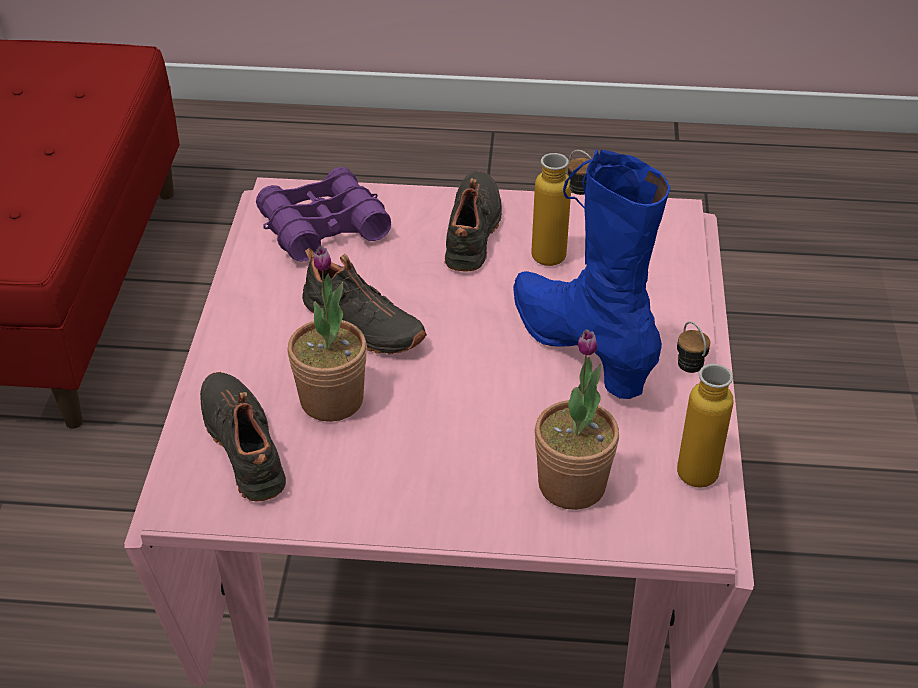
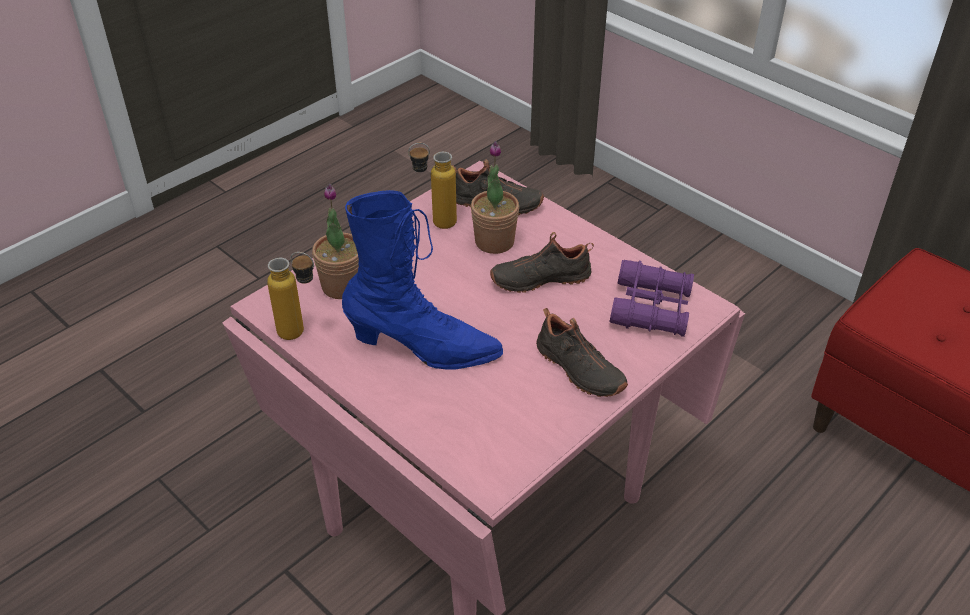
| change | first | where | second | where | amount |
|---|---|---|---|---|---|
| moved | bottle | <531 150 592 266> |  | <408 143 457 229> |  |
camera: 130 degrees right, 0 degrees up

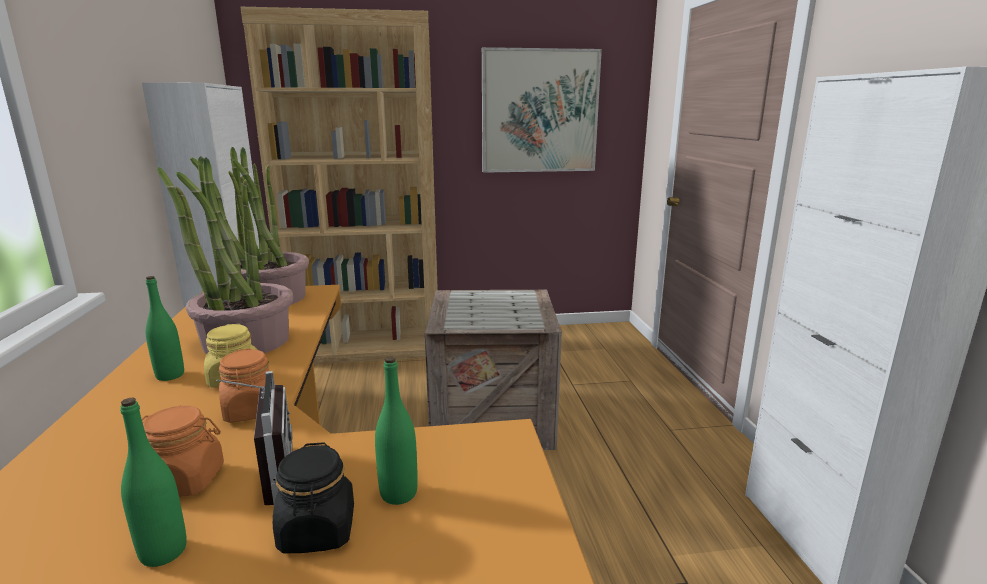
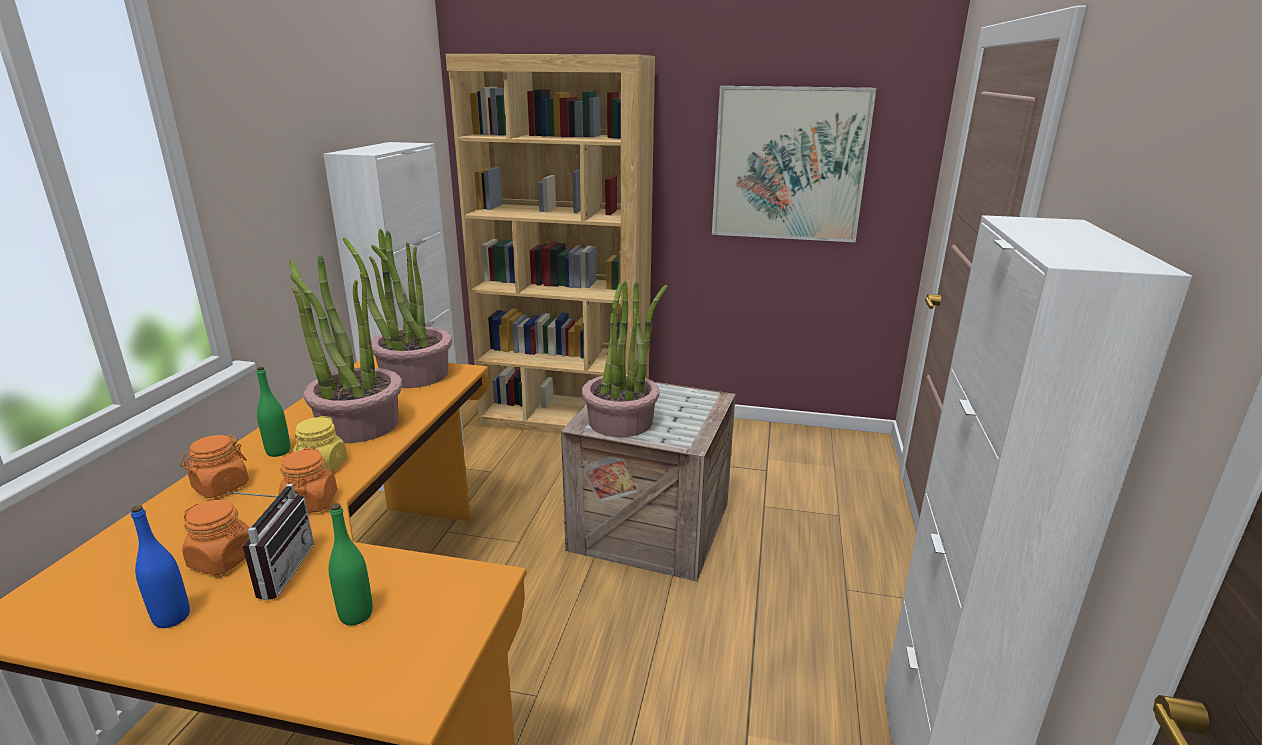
| change | first | where | second | where | amount |
|---|---|---|---|---|---|
| recoloured | green_bottle | <120 398 187 567> | blue_bottle | <131 505 190 628> |  |
| removed | black_jar | <273 442 354 554> |  |  |  |
| added |  |  | potted_plant | <582 282 667 437> |  |
| added |  |  | orange_jar | <180 435 249 498> |  |
camera: 20 degrees right, 5 degrees up

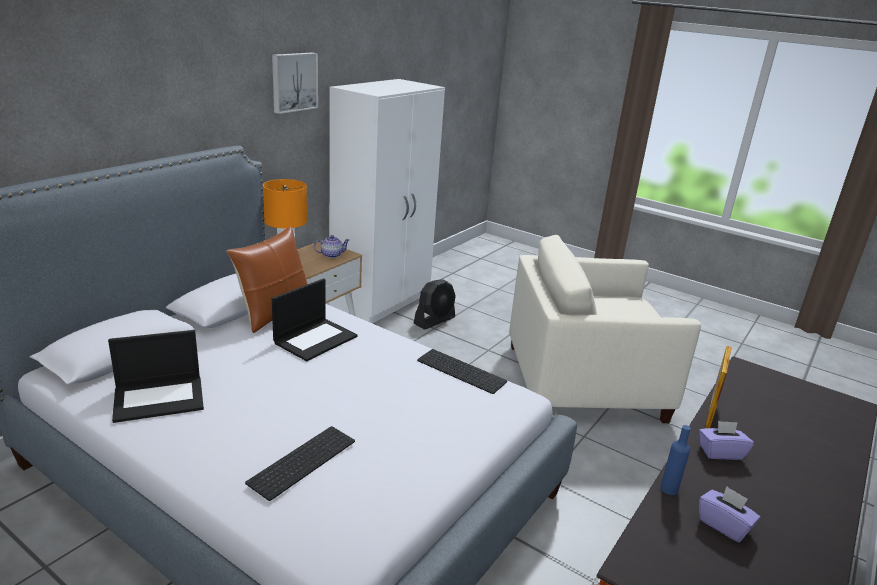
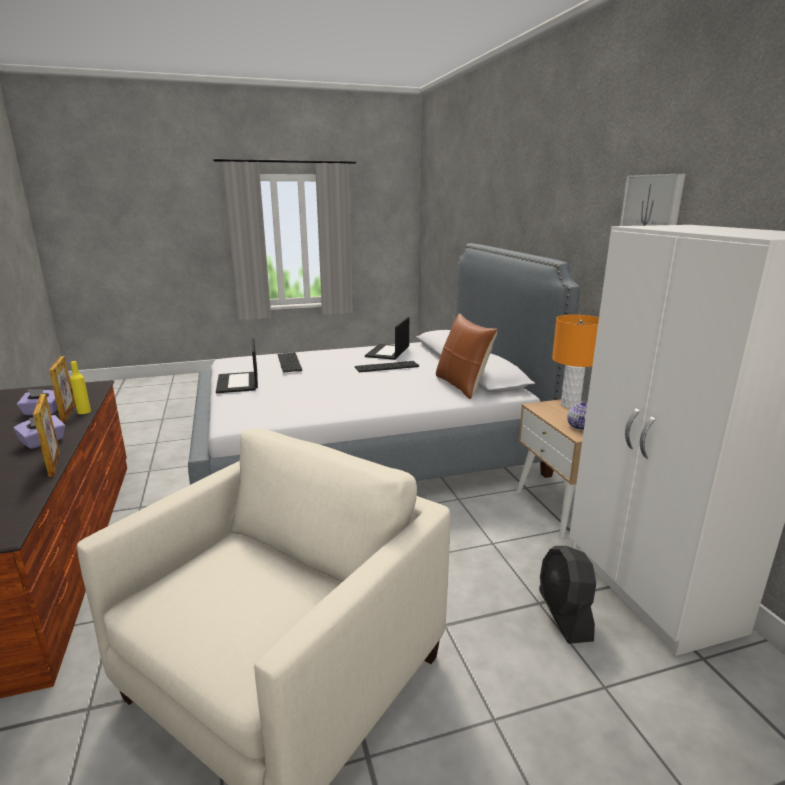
| change | first | where | second | where | amount |
|---|---|---|---|---|---|
| moved | laptop | <272 278 357 361> |  | <216 338 258 393> |  |
| moved | keyboard | <417 349 507 394> |  | <355 361 419 372> |  |
| recoloured | blue_bottle | <660 425 691 495> | yellow_bottle | <70 361 91 414> |  |
| added |  |  | picture_frame | <49 356 75 422> |  |
camera: 130 degrees right, 5 degrees down

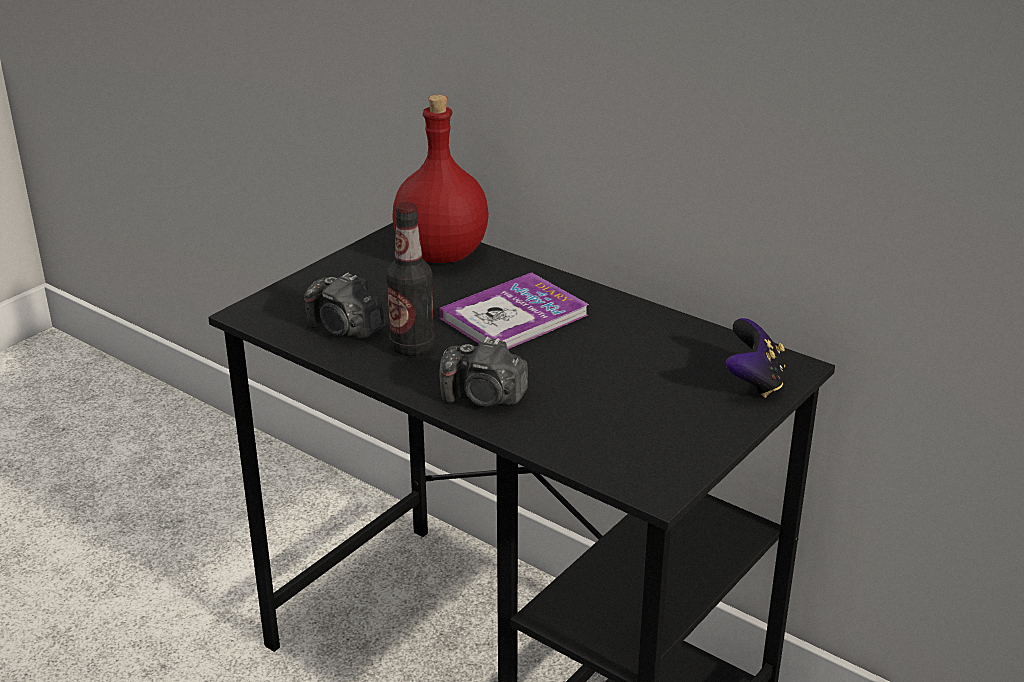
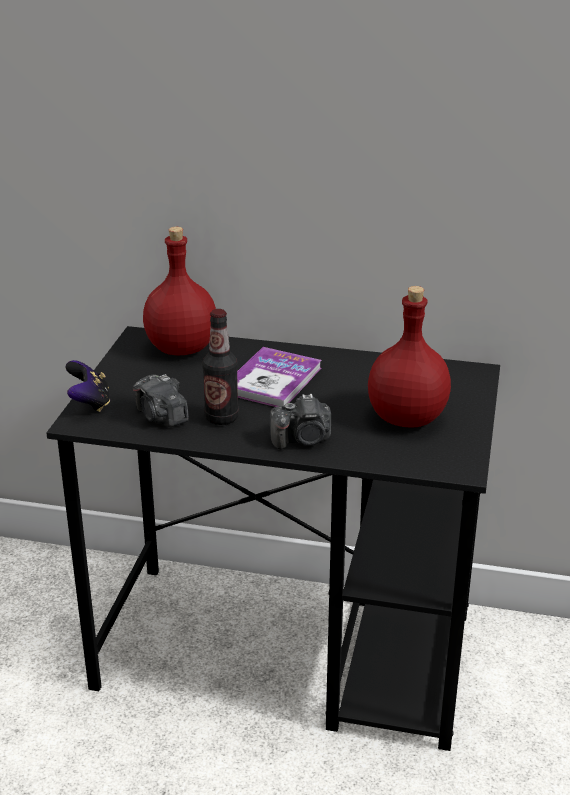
| change | first | where | second | where | amount |
|---|---|---|---|---|---|
| turned | photo_camera | <304 272 385 339> |  | <133 374 189 427> | 45 degrees clockwise |
| moved | game_controller | <726 318 785 398> |  | <66 360 110 412> |  |
| added |  |  | red_bottle | <368 286 451 428> |  |
camera: 25 degrees left, 0 degrees up

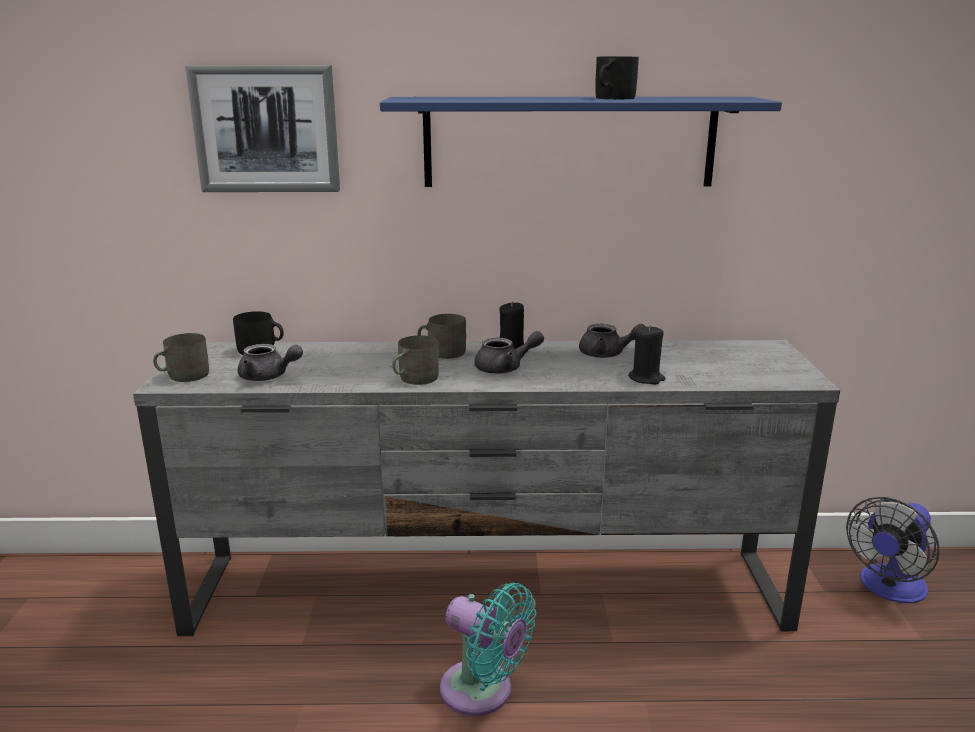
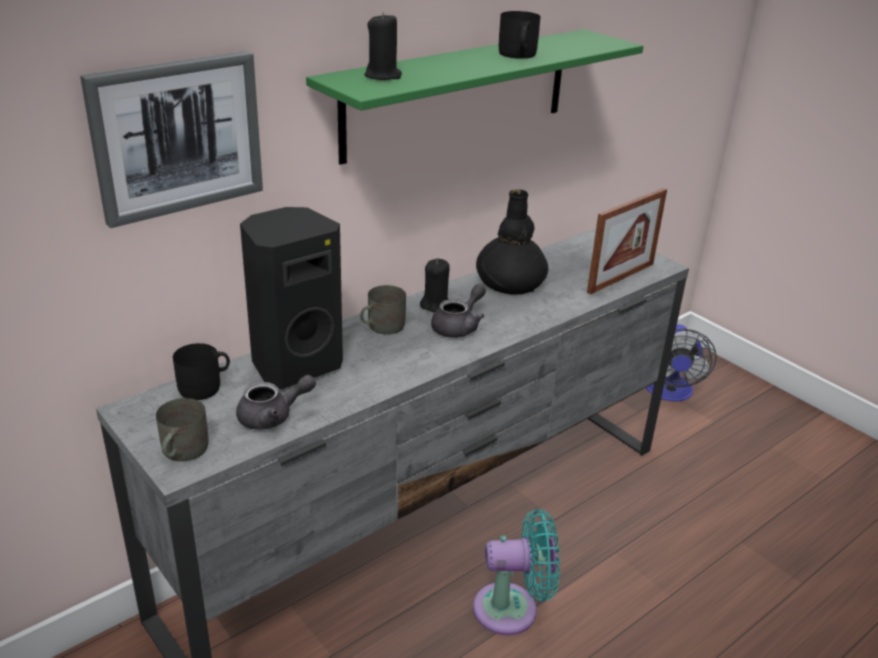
| change | first | where | second | where | amount |
|---|---|---|---|---|---|
| recoloured | blue_shelf | <380 97 782 187> | green_shelf | <306 29 644 165> |  |
| replaced | grey_teapot | <579 324 646 358> | black_vase | <476 190 548 295> |  |
| moved | black_candle | <628 325 665 384> |  | <364 12 402 80> |  |
| removed | grey_mug | <392 335 439 385> |  |  |  |
| added |  |  | picture_frame | <587 188 667 294> |  |
| added |  |  | black_speaker | <240 207 343 389> |  |
camera: 40 degrees left, 10 degrees up

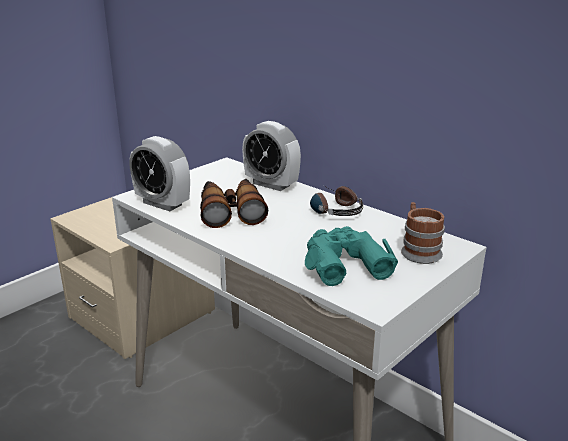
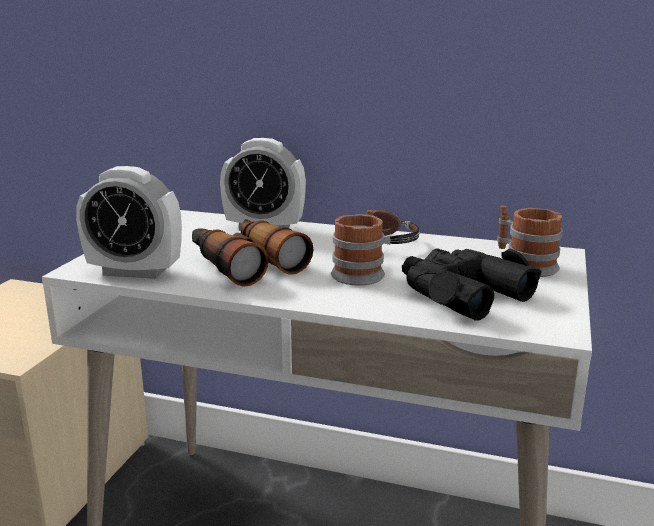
| change | first | where | second | where | amount |
|---|---|---|---|---|---|
| recoloured | turquoise_binoculars | <305 226 398 286> | black_binoculars | <402 249 542 321> |  |
| added |  |  | mug | <331 210 385 285> |  |
camera: 25 degrees left, 5 degrees down

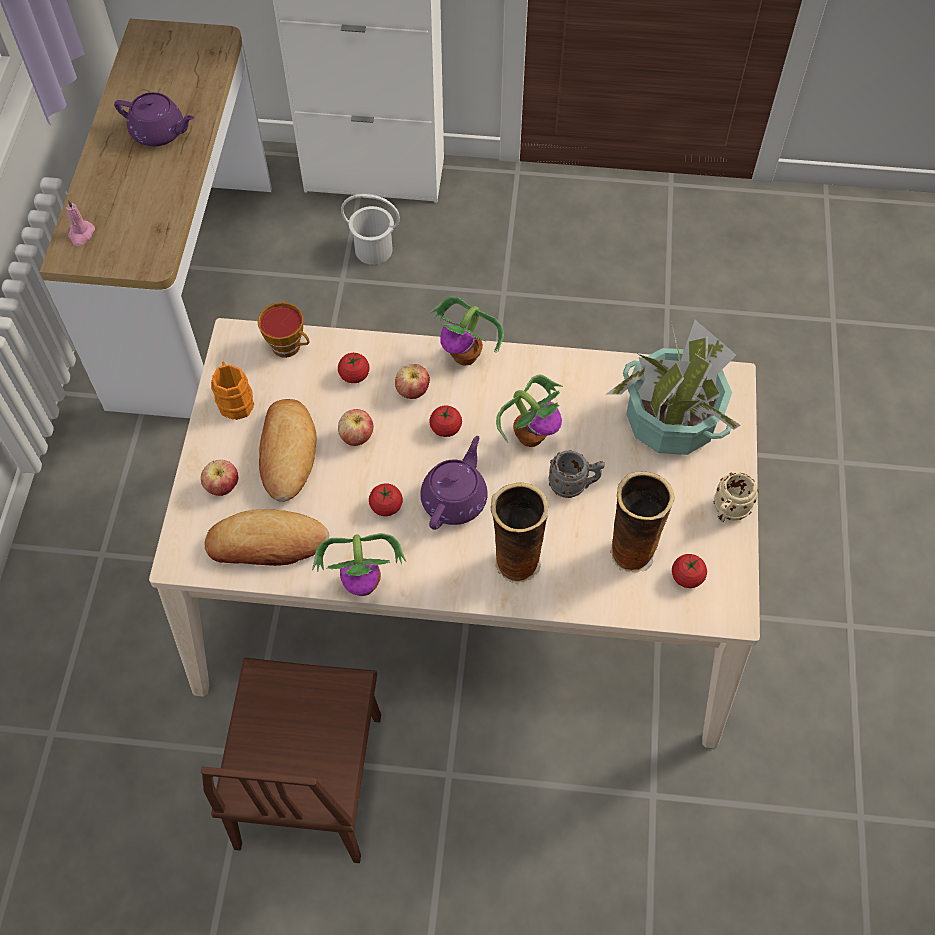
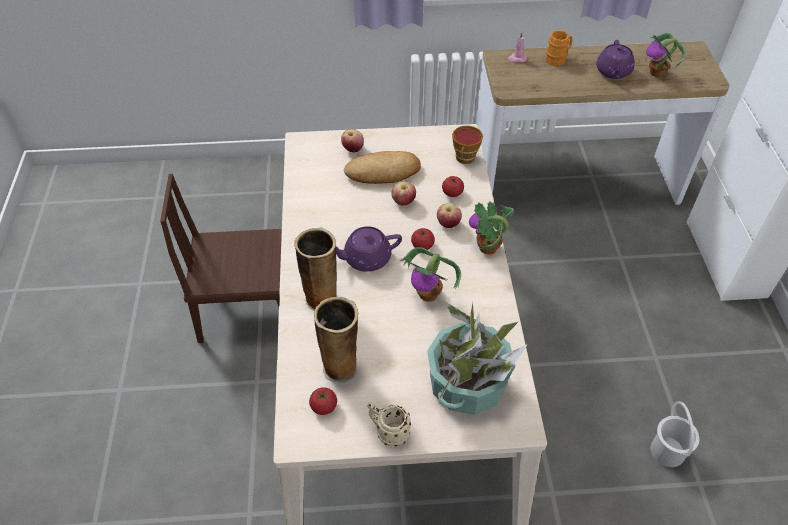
| change | first | where | second | where | amount |
|---|---|---|---|---|---|
| moved | white_bucket | <341 194 400 265> |  | <651 401 699 467> |  |
| moved | orange_mug | <211 362 254 420> |  | <546 30 572 66> |  |
| turned | purple_teapot | <420 436 488 530> |  | <336 226 402 272> | 150 degrees clockwise |
| removed | grey_mug | <549 450 605 498> |  |  |  |
| removed | tomato | <369 483 403 516> |  |  |  |
| removed | bread | <205 509 330 566> |  |  |  |
| moved | potted_plant | <312 533 406 596> |  | <646 33 686 77> |  |
camera: 80 degrees right, 10 degrees down

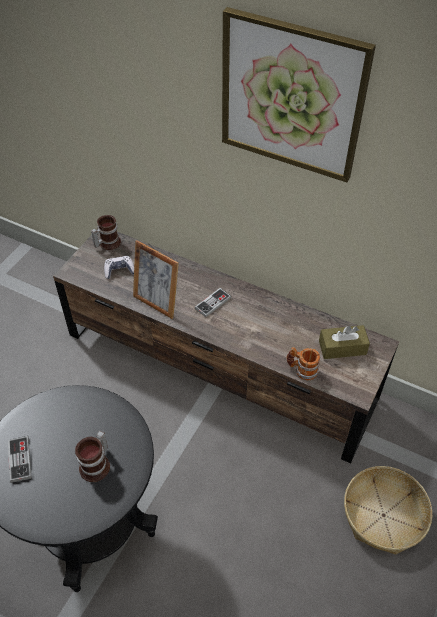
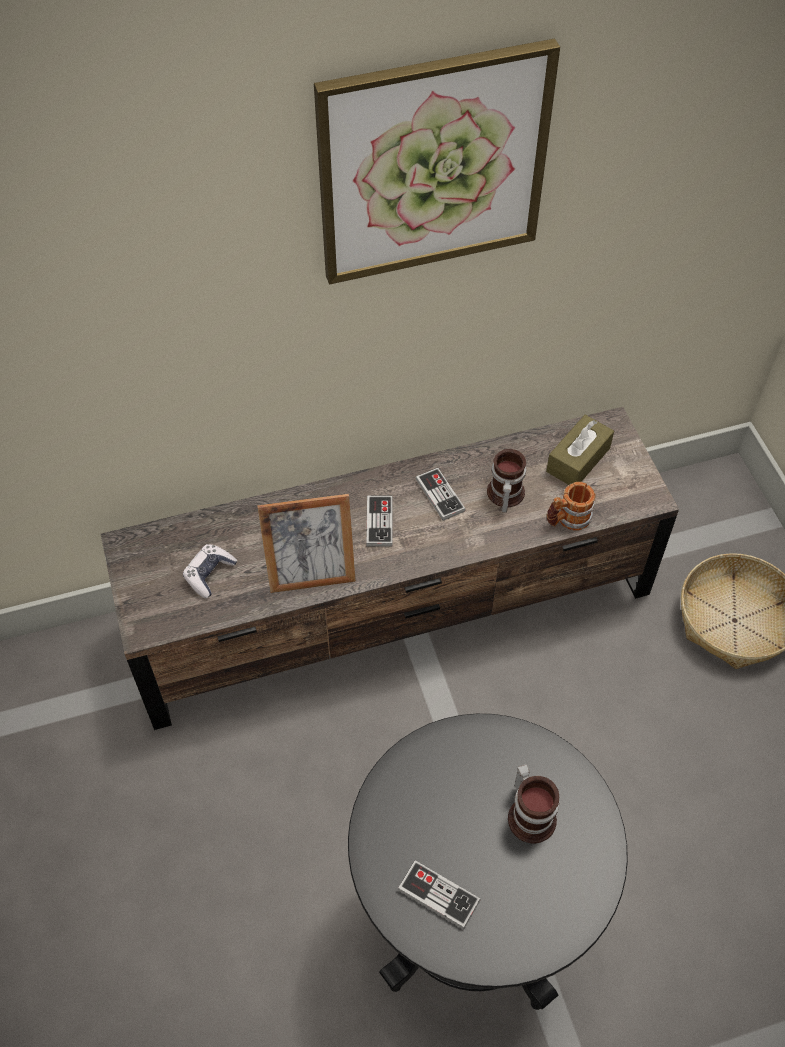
| change | first | where | second | where | amount |
|---|---|---|---|---|---|
| moved | mug | <91 215 121 250> |  | <487 449 526 513> |  |
| added |  |  | game_controller | <416 468 466 521> |  |
camera: 45 degrees left, 5 degrees up

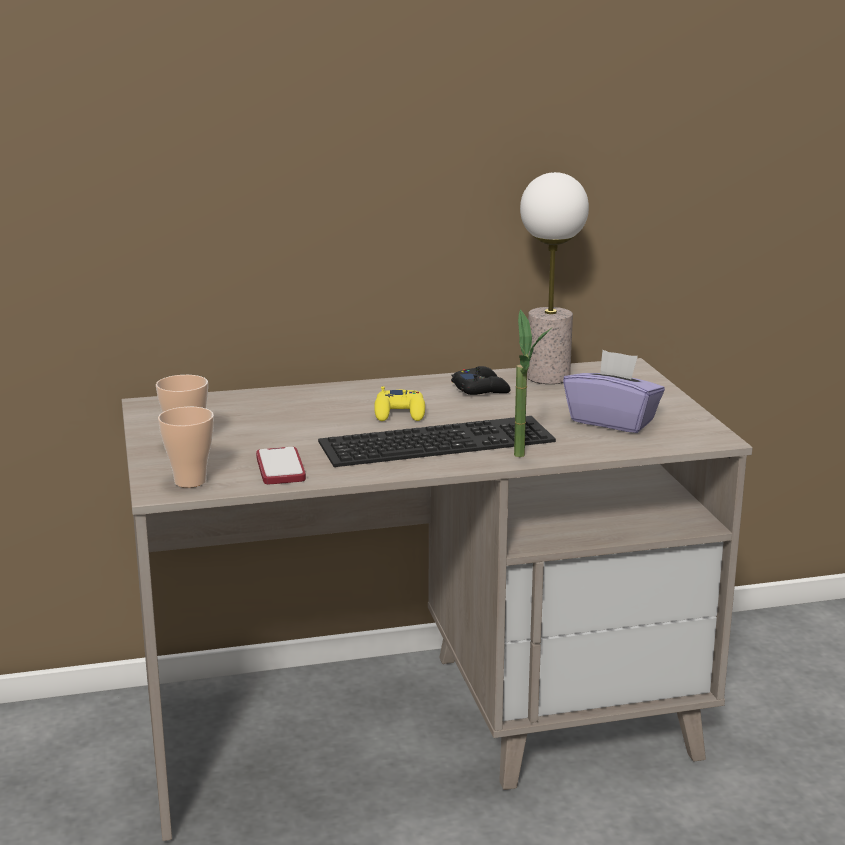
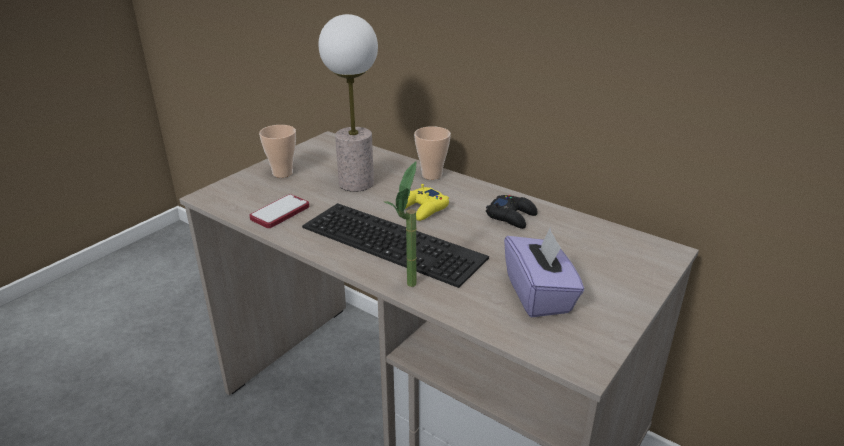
| change | first | where | second | where | amount |
|---|---|---|---|---|---|
| moved | table_lamp | <520 172 589 384> |  | <319 14 378 192> |  |
| moved | cup | <158 407 214 488> |  | <414 126 451 180> |  |
camera: 50 degrees right, 10 degrees up

